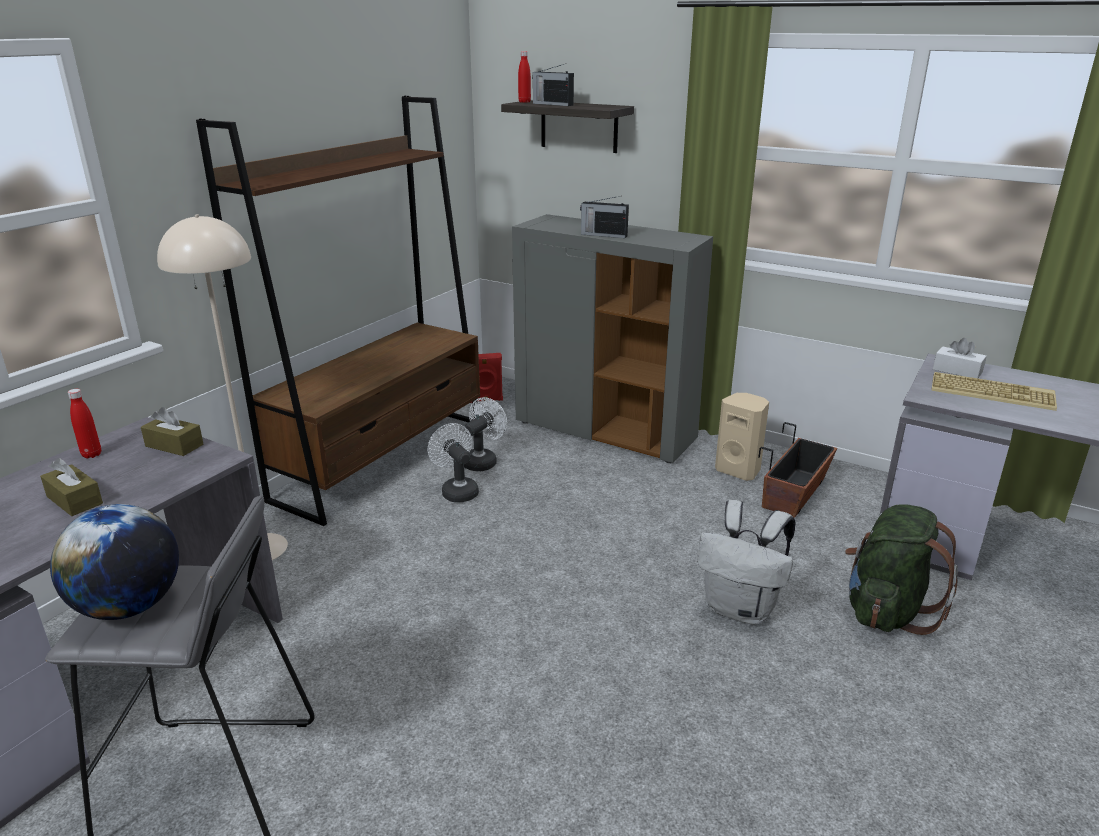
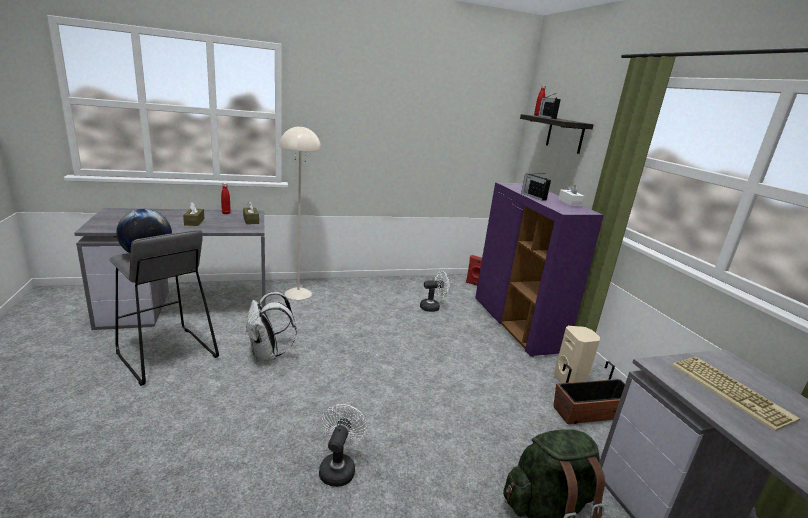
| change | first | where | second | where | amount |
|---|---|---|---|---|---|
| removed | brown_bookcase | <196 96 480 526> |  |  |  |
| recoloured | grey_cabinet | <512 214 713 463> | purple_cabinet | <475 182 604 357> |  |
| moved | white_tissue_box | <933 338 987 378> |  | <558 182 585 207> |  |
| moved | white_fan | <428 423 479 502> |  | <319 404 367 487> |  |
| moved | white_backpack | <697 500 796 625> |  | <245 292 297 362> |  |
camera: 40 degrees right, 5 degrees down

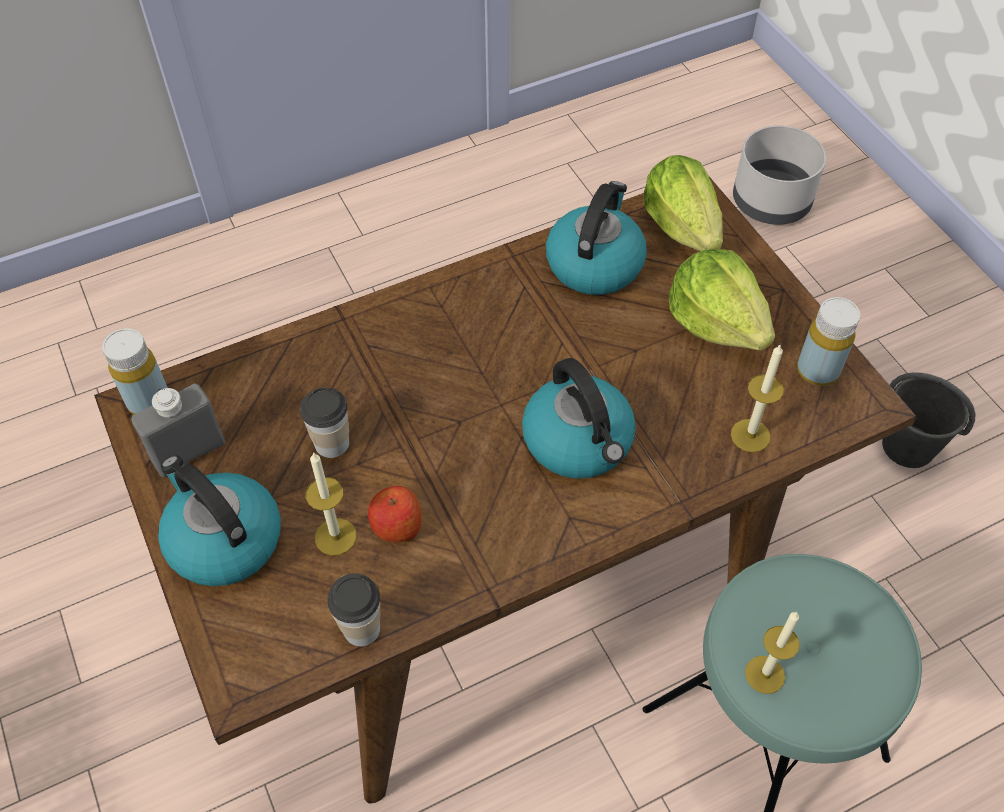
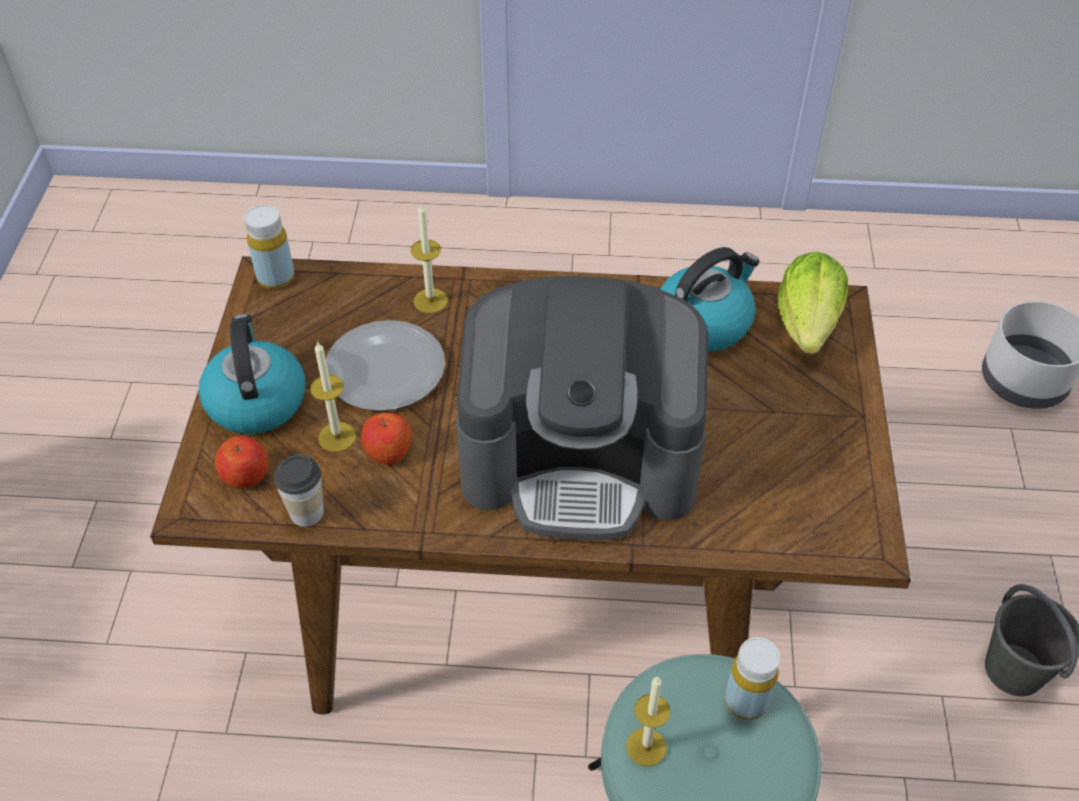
| change | first | where | second | where | amount |
|---|---|---|---|---|---|
| removed | lettuce | <669 249 775 351> |  |  |  |
| moved | yellow_bottle | <797 297 860 386> |  | <725 637 780 720> |  |
| moved | candle | <731 345 784 452> |  | <411 204 448 313> |  |
| replaced | kettle | <522 358 636 479> | coffee_machine | <456 276 708 540> |  |
| removed | grey_bottle | <131 383 226 478> |  |  |  |
| replaced | cup | <300 387 349 458> | plate | <326 320 445 411> |  |
| added |  |  | apple | <215 436 269 489> |  |
camera: 30 degrees right, 5 degrees down

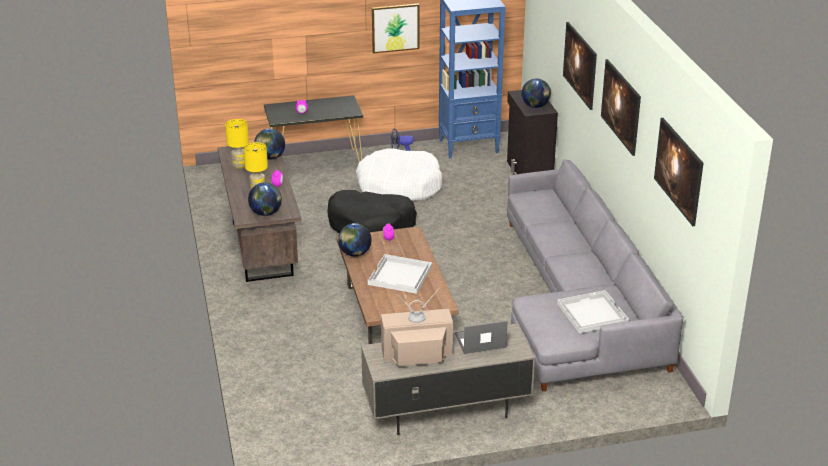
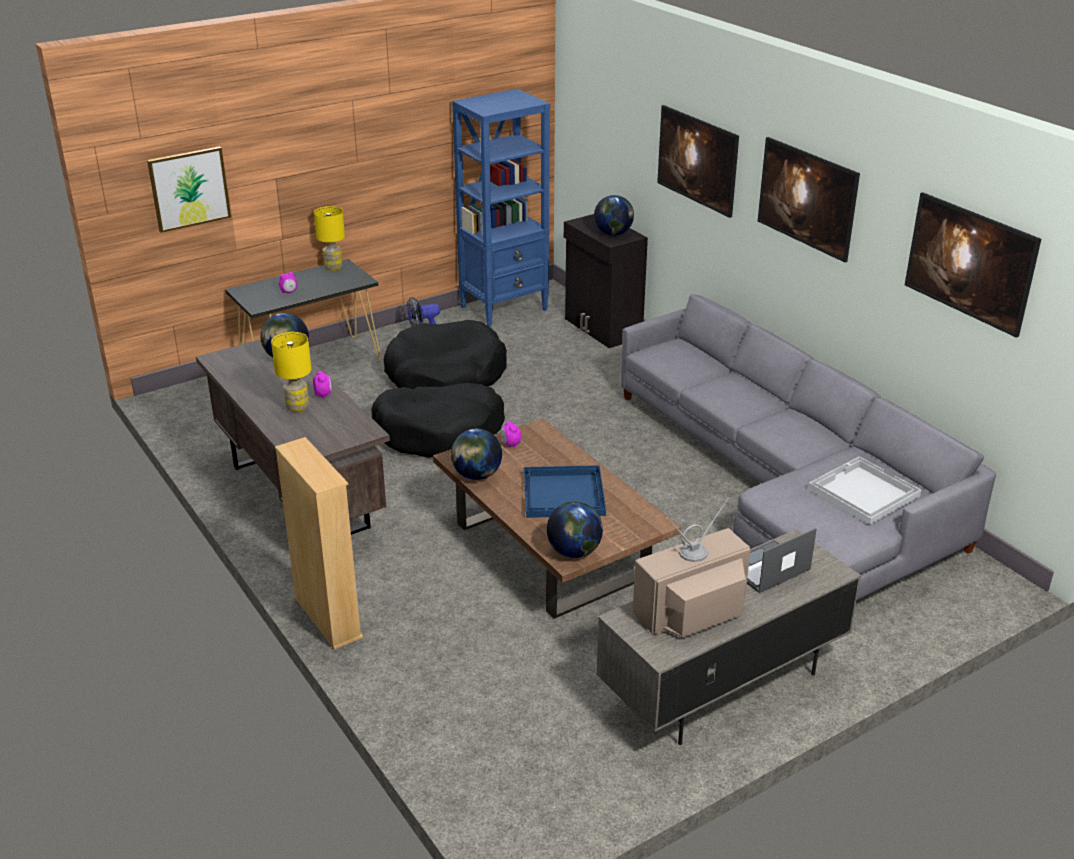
| change | first | where | second | where | amount |
|---|---|---|---|---|---|
| moved | picture | <372 3 419 53> |  | <147 147 231 233> |  |
| moved | yellow_table_lamp | <225 119 249 169> |  | <314 206 345 271> |  |
| recoloured | white_dog_bed | <356 148 443 200> | black_dog_bed | <384 320 507 389> |  |
| moved | globe | <248 182 282 216> |  | <547 501 603 558> |  |
| recoloured | white_tray | <368 254 432 294> | blue_tray | <524 465 606 518> |  |
| added |  |  | beige_bookcase | <275 437 363 650> |  |
camera: 20 degrees left, 0 degrees up

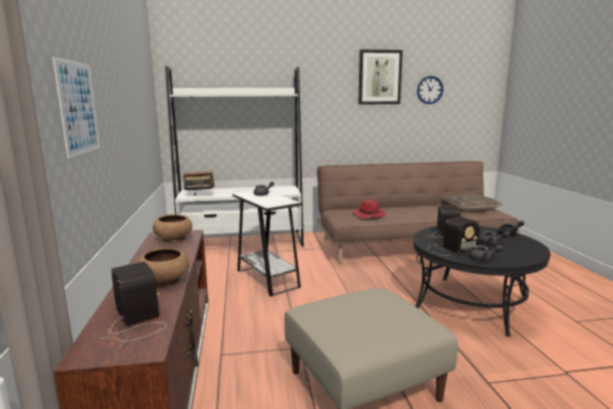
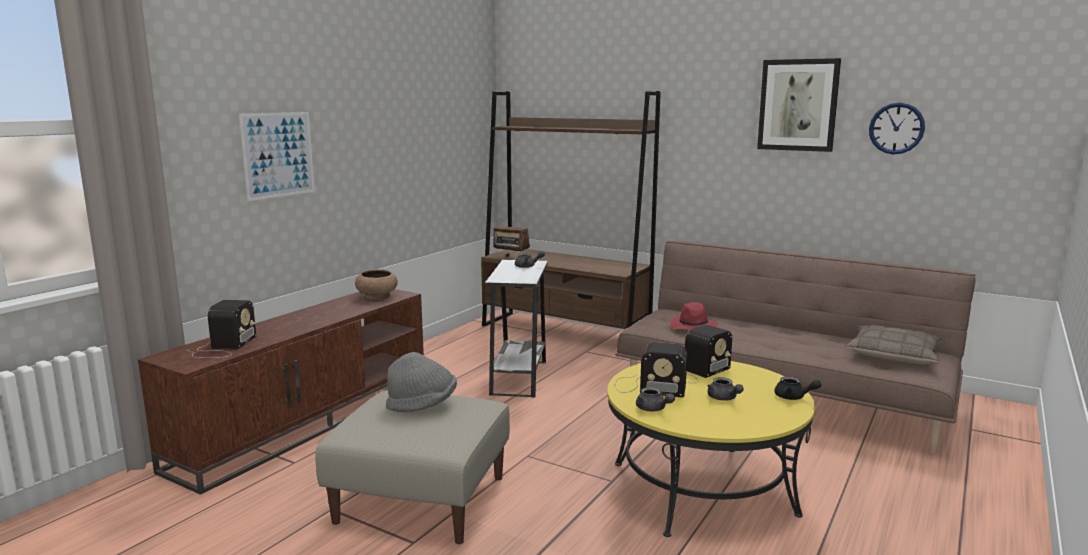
| change | first | where | second | where | amount |
|---|---|---|---|---|---|
| recoloured | white_bookcase | <165 66 304 247> | brown_bookcase | <481 91 661 329> |  |
| recoloured | black_coffee_table | <413 226 551 337> | yellow_coffee_table | <607 361 815 537> |  |
| removed | brown_bowl | <137 248 189 287> |  |  |  |
| added |  |  | grey_hat | <386 352 457 412> |  |
camera: 40 degrees right, 0 degrees up

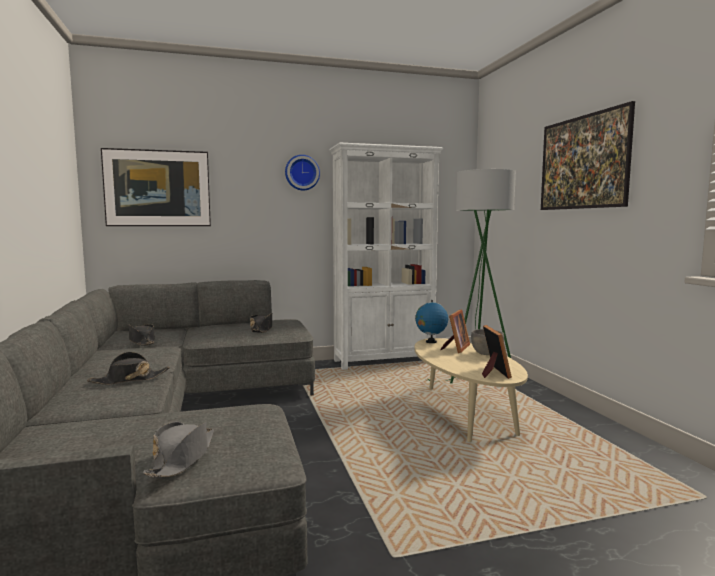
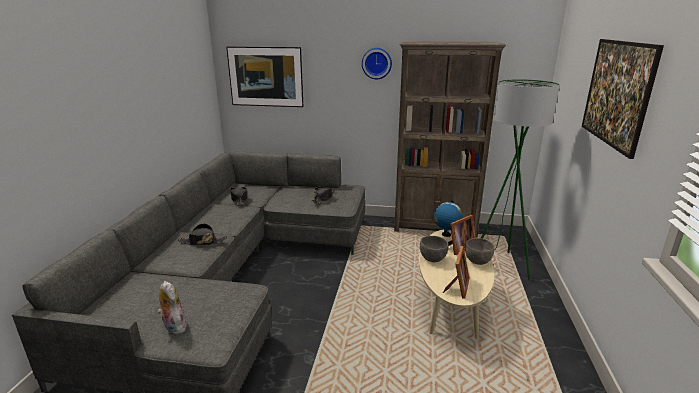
| change | first | where | second | where | amount |
|---|---|---|---|---|---|
| recoloured | white_bookcase | <330 142 443 370> | brown_bookcase | <394 41 506 238> |  |
| replaced | grey_hat | <143 422 214 478> | plush_toy | <157 281 189 335> |  |
| added |  |  | grey_bowl | <420 236 449 262> |  |
camera: 25 degrees right, 15 degrees up

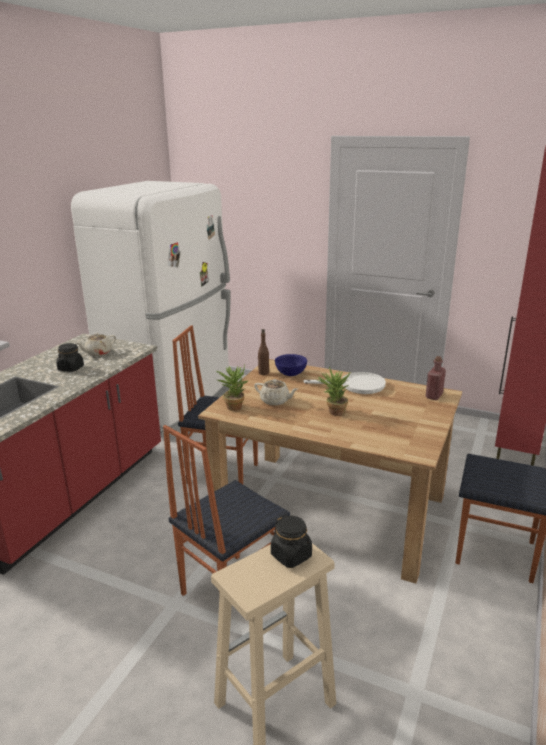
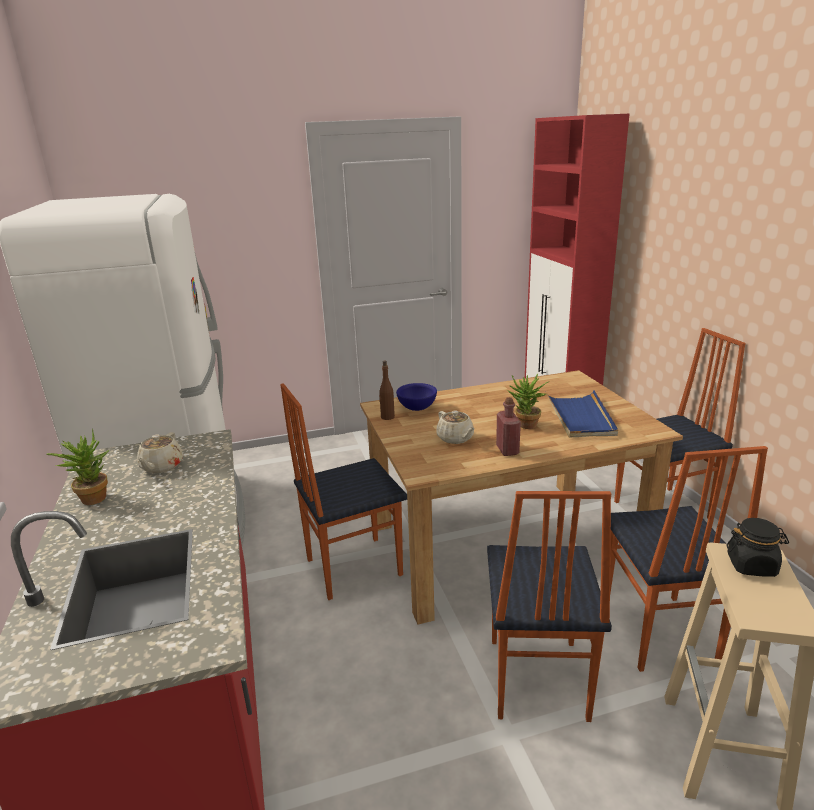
| change | first | where | second | where | amount |
|---|---|---|---|---|---|
| removed | black_jar | <56 343 84 372> |  |  |  |
| moved | red_bottle | <425 356 446 400> |  | <496 397 521 456> |  |
| moved | potted_plant | <216 365 249 411> |  | <46 429 109 505> |  |
| removed | white_frying_pan | <304 372 386 394> |  |  |  |
| turned | beige_teapot | <254 379 298 406> |  | <436 410 475 444> | 75 degrees clockwise |
| added |  |  | blue_tray | <546 390 618 437> |  |
| added |  |  | chair | <610 446 768 672> |  |
camera: 40 degrees left, 0 degrees up

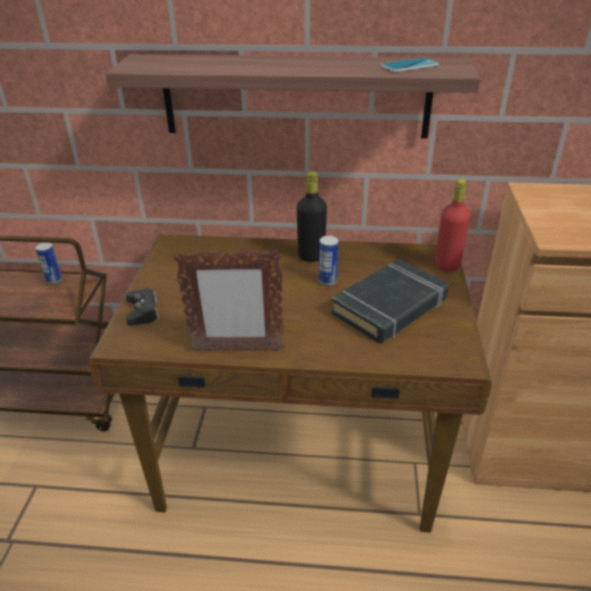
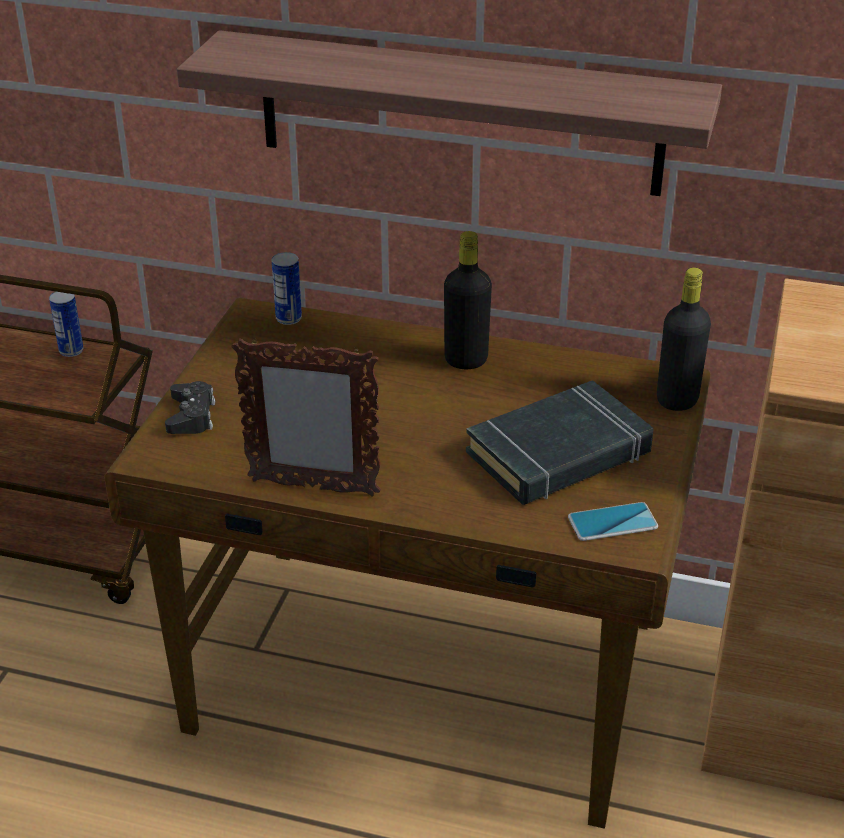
| change | first | where | second | where | amount |
|---|---|---|---|---|---|
| moved | phone | <380 58 439 72> |  | <568 502 658 541> |  |
| recoloured | red_bottle | <435 179 471 272> | black_bottle | <657 268 711 411> |  |
| moved | can | <319 235 339 286> |  | <272 252 302 325> |  |
camera: 10 degrees right, 0 degrees up

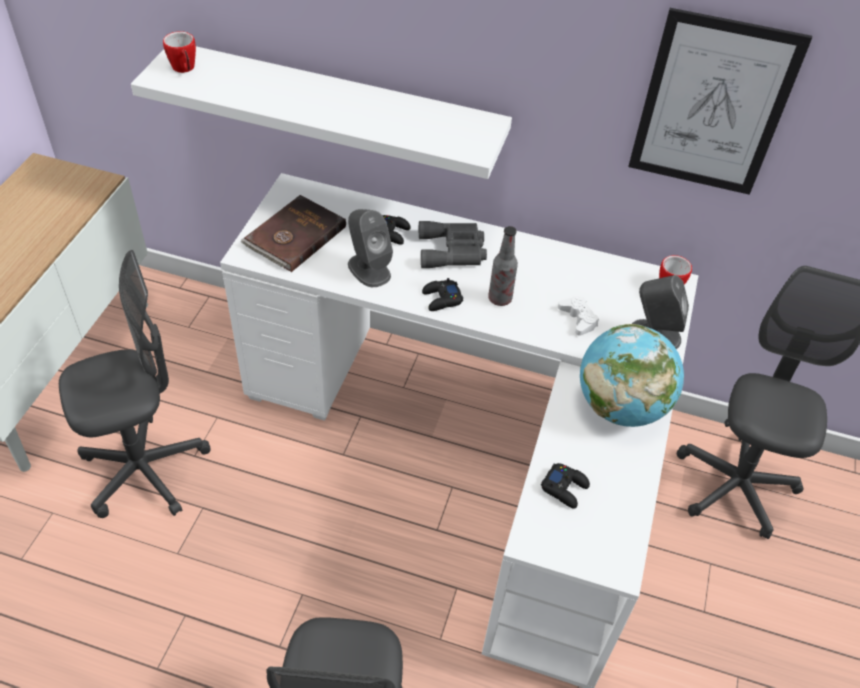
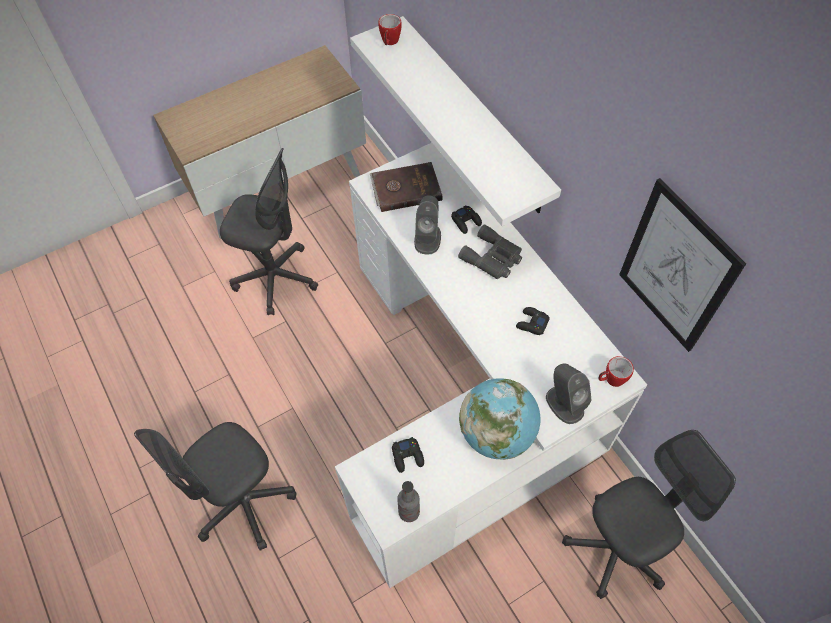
| change | first | where | second | where | amount |
|---|---|---|---|---|---|
| moved | bottle | <488 226 518 306> |  | <397 481 420 522> |  |
| moved | black_game_controller | <422 278 463 311> |  | <516 307 550 335> |  |
| removed | white_game_controller | <558 296 599 336> |  |  |  |
camera: 45 degrees right, 10 degrees up

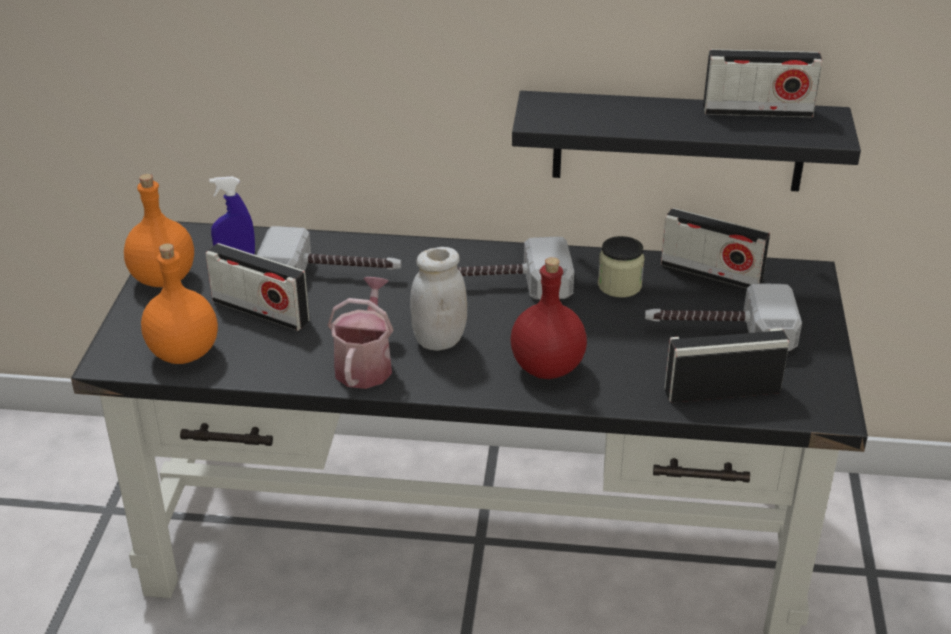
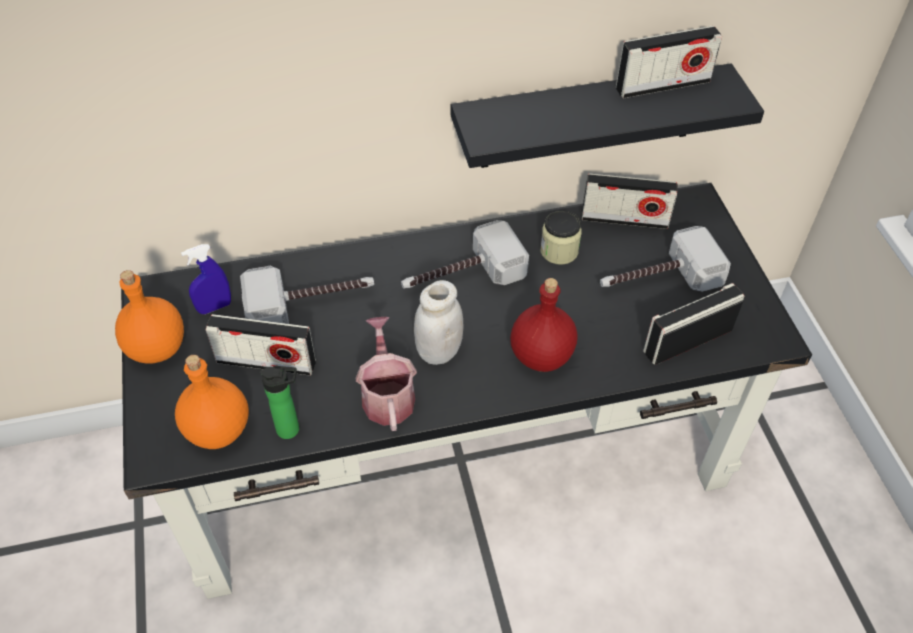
| change | first | where | second | where | amount |
|---|---|---|---|---|---|
| added |  |  | bottle | <260 366 299 439> |  |
camera: 20 degrees left, 15 degrees up

